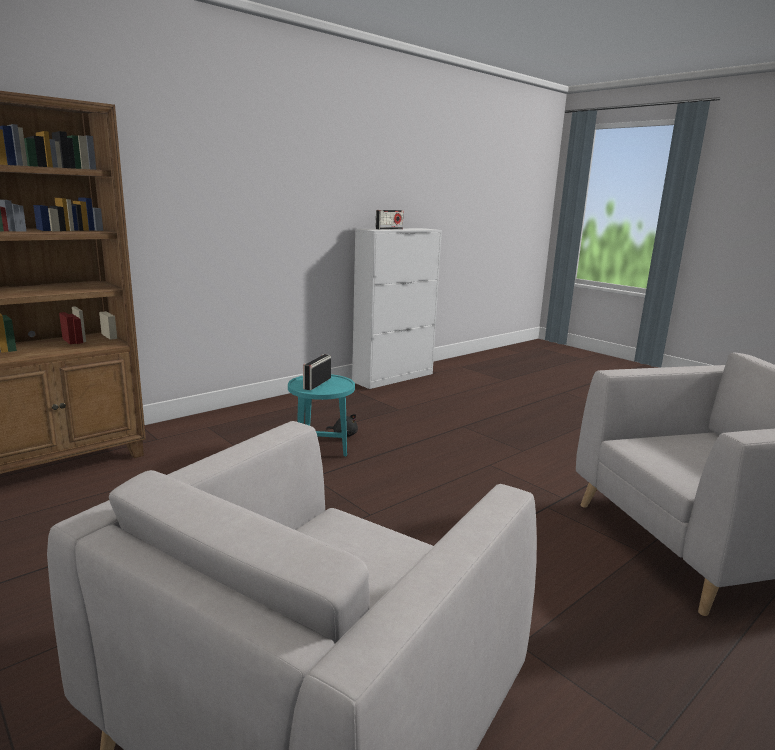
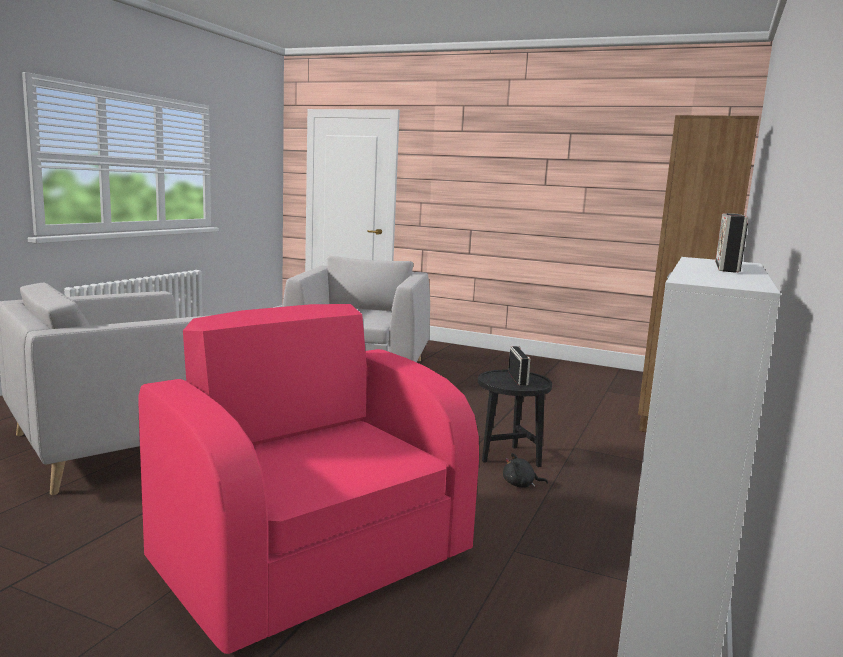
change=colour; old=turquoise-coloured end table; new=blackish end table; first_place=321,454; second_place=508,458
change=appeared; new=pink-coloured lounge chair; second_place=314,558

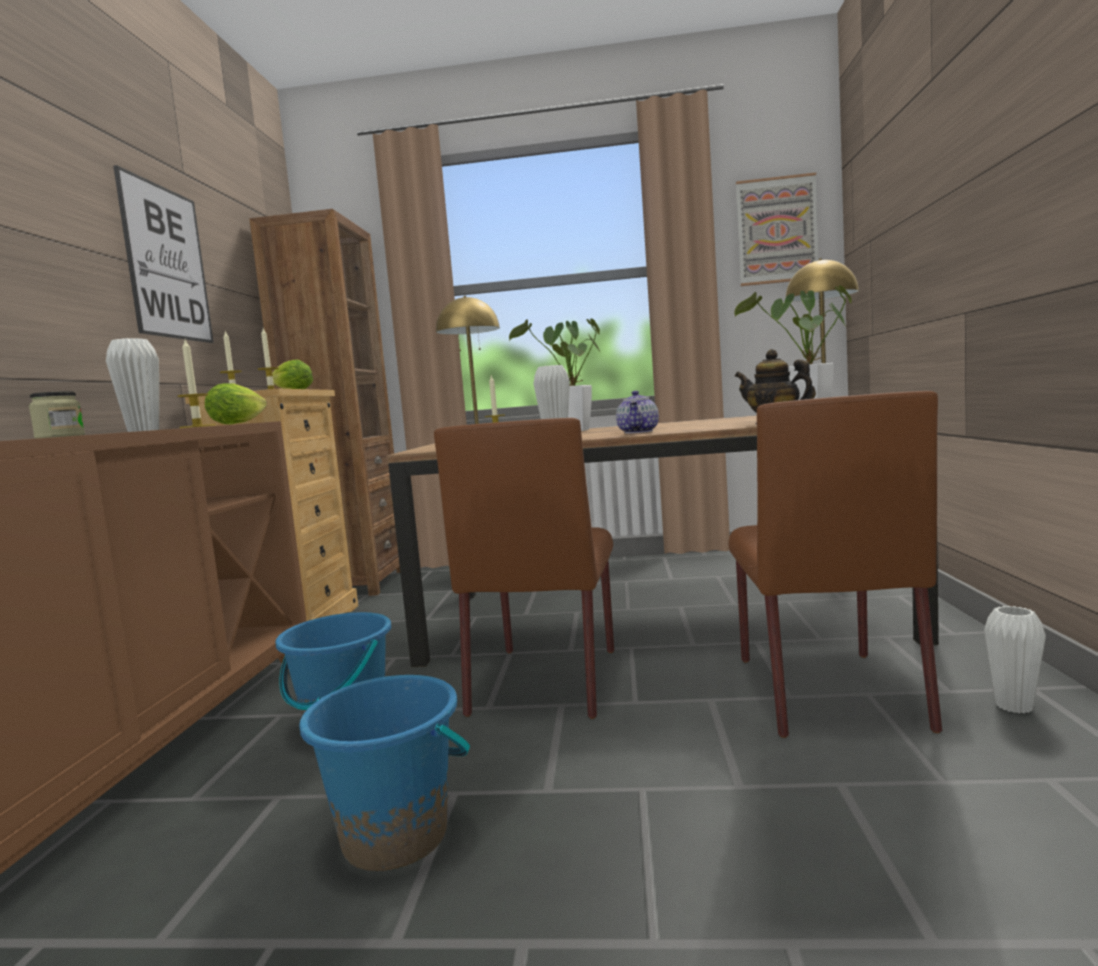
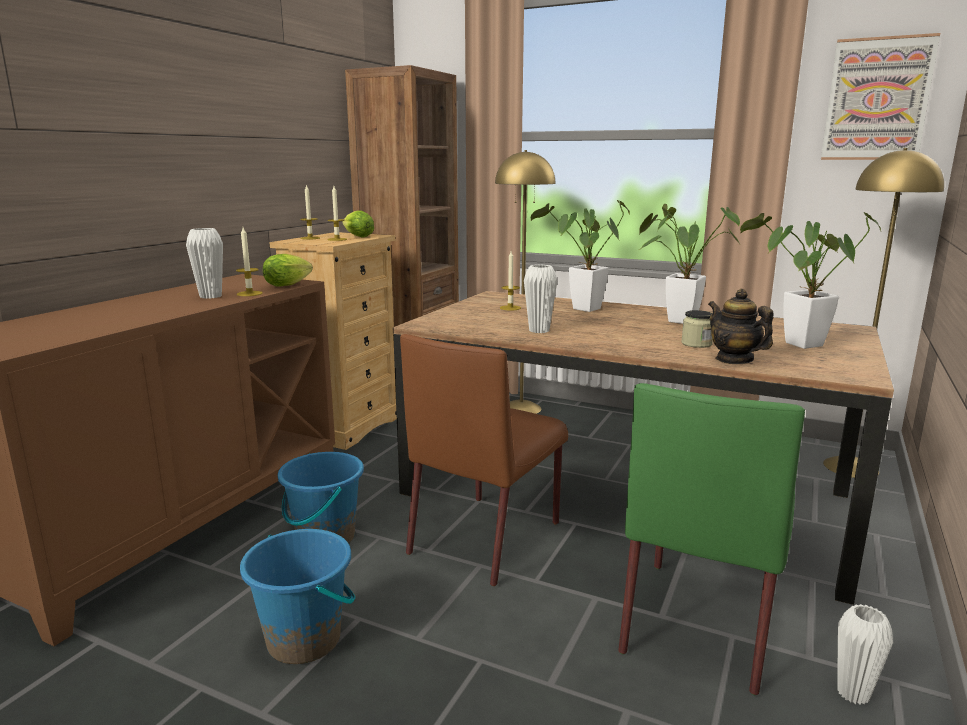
change=missing; old=wall picture; first_place=166,262
change=relocated; old=preserve jar; first_place=60,437; second_place=696,344
change=missing; old=pot for tea; first_place=639,432
change=colour; old=brownish chair; new=greenish chair; first_place=826,690; second_place=699,619
change=appeared; new=houseplant; second_place=675,320

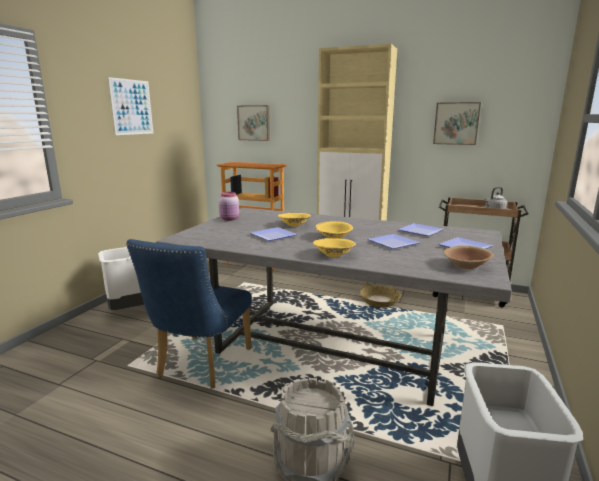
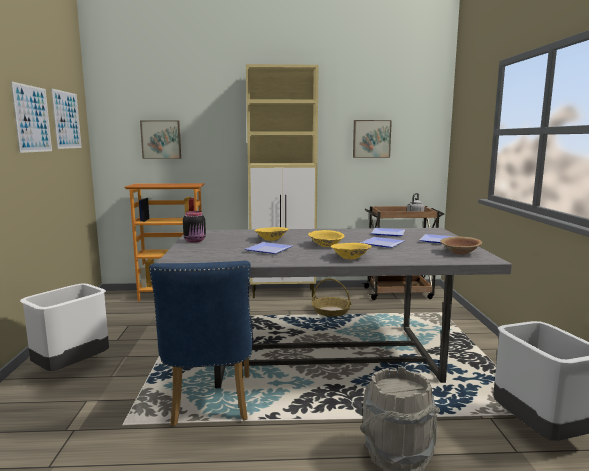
change=colour; old=pink-coloured preserve jar; new=blackish preserve jar; first_place=229,219; second_place=195,241
change=appeared; new=wall picture; second_place=66,120

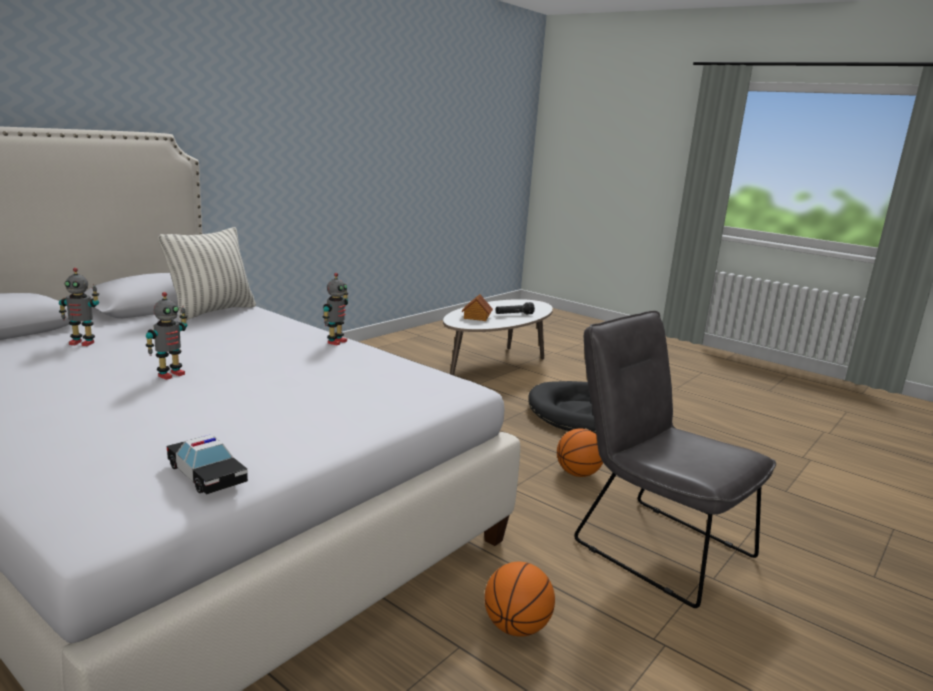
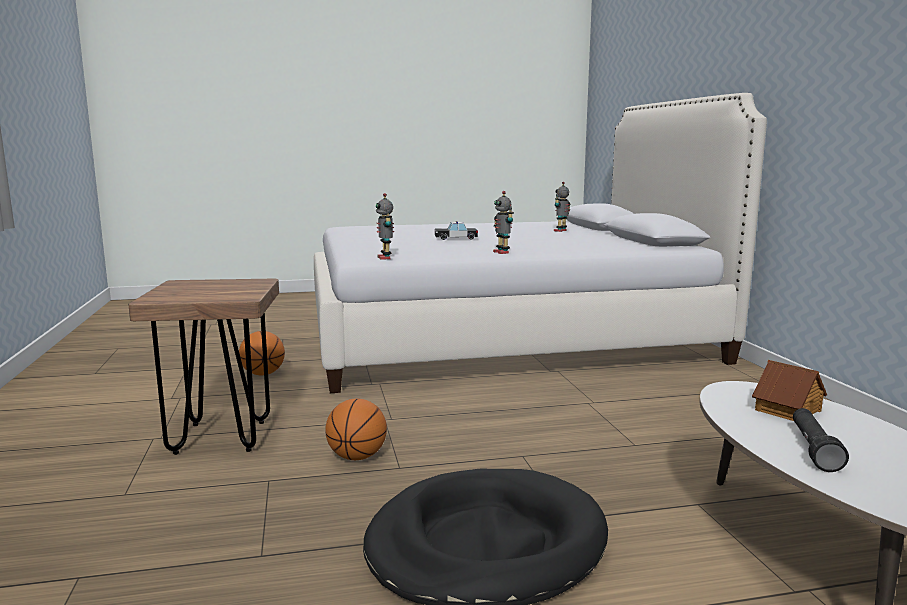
change=missing; old=pillow; first_place=212,311
change=relocated; old=robot figure; first_place=170,374; second_place=385,258
change=exchanged; old=gray chair; new=brownish stool seat; first_place=653,543; second_place=221,437
change=relocated; old=model car; first_place=206,474; second_place=456,238

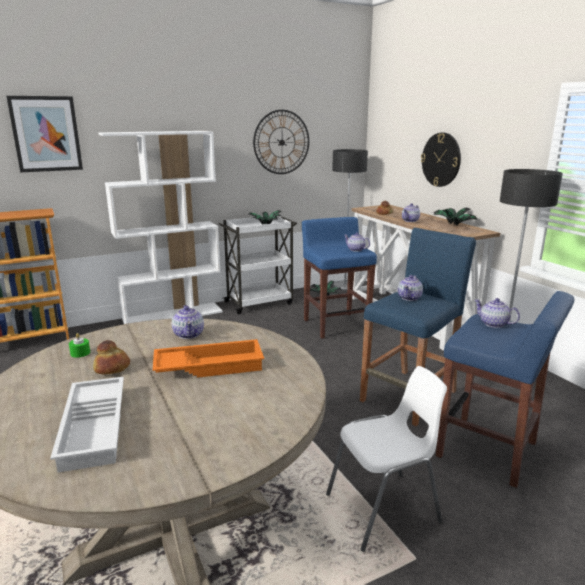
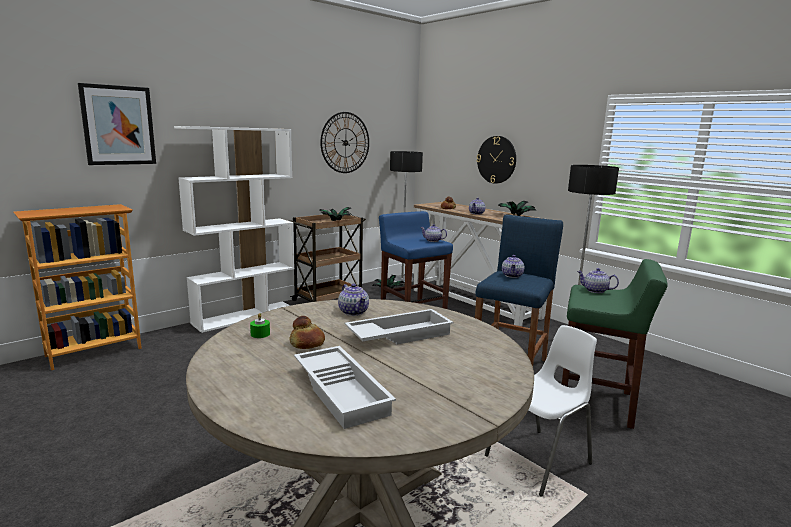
change=colour; old=white trolley; new=brownish trolley; first_place=260,302; second_place=328,299
change=colour; old=bluish stool seat; new=greenish stool seat; first_place=488,450; second_place=597,403
change=colour; old=orange-coloured tray; new=white tray; first_place=210,365; second_place=399,334

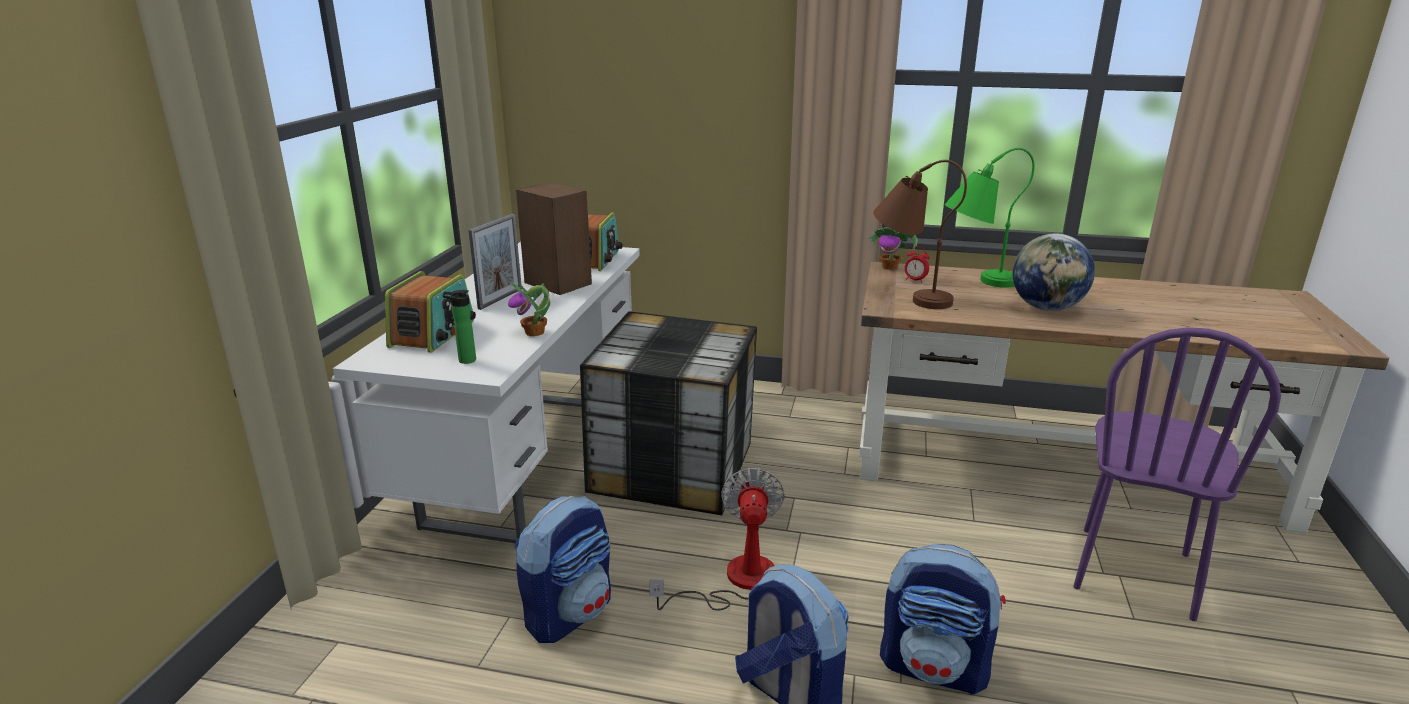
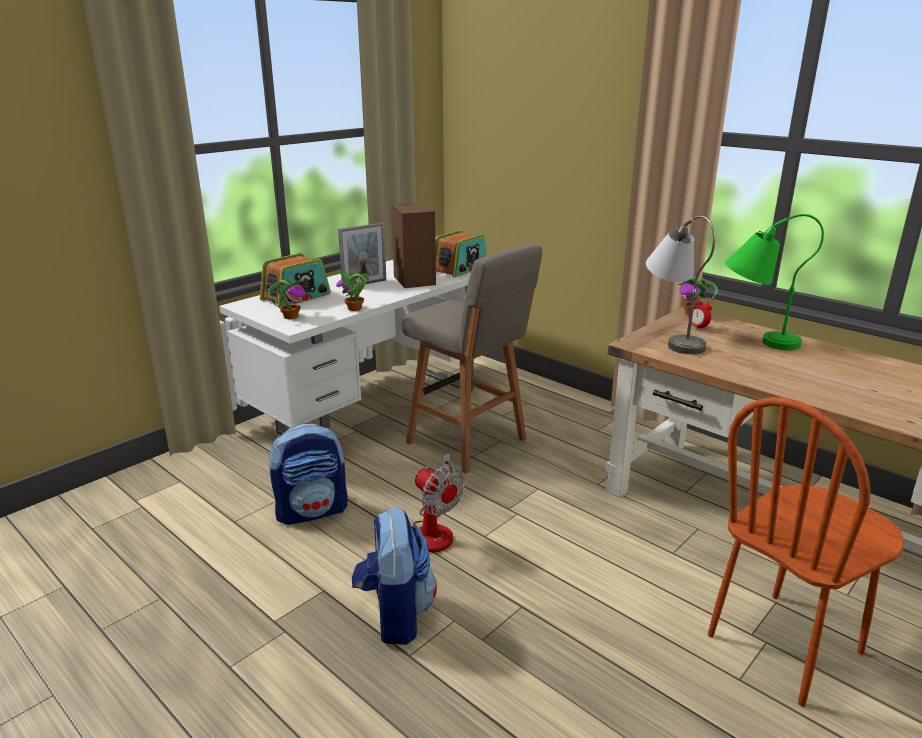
change=colour; old=brownish tabletop lamp; new=gray tabletop lamp; first_place=908,295; second_place=672,338
change=missing; old=world globe; first_place=1047,308
change=exchanged; old=drink bottle; new=houseplant; first_place=464,360; second_place=291,316
change=exchanged; old=storage container; new=gray stool seat; first_place=673,469; second_place=469,442
change=colour; old=purplish chair; new=brownish chair; first_place=1134,571; second_place=785,645
change=spun; old=electric fan; first_place=735,581; second_place=436,529; degrees=105
change=missing; old=knapsack; first_place=935,668

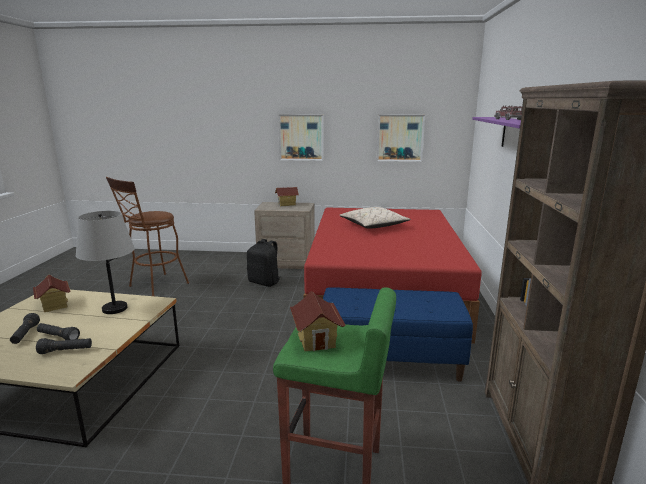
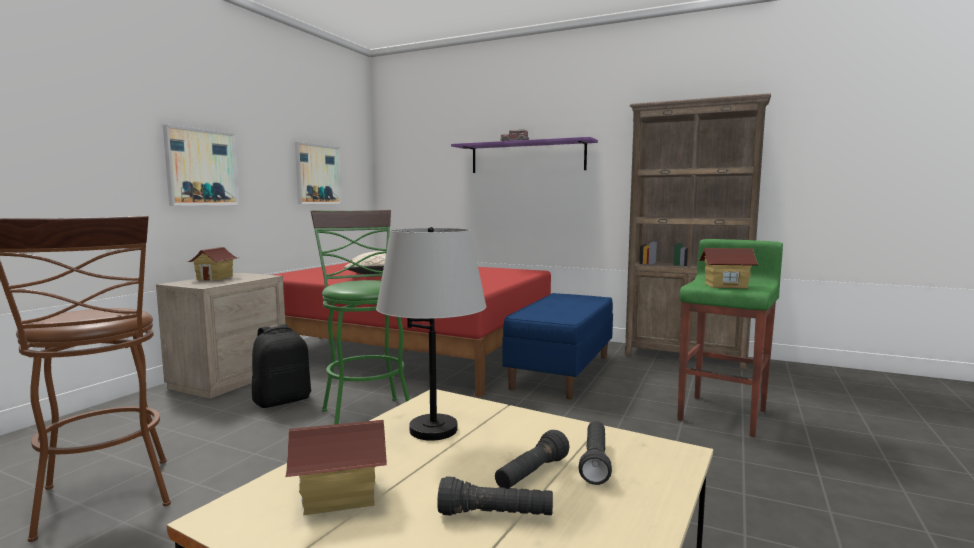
change=appeared; new=greenish stool seat; second_place=365,414

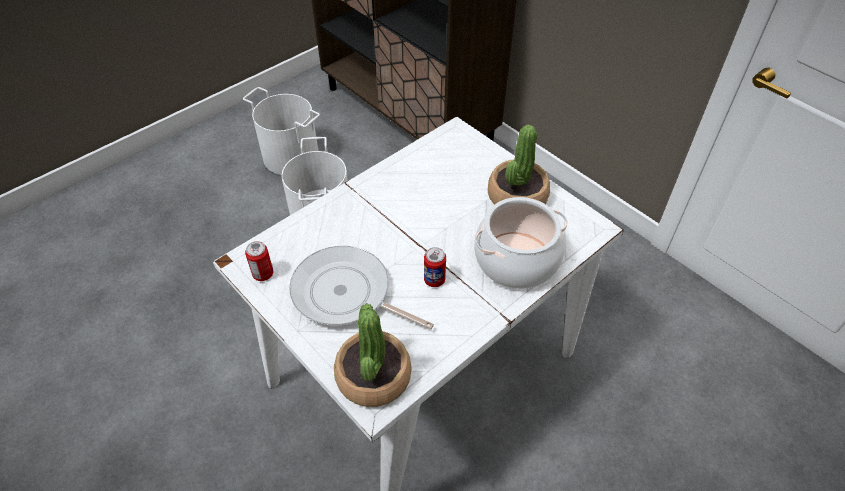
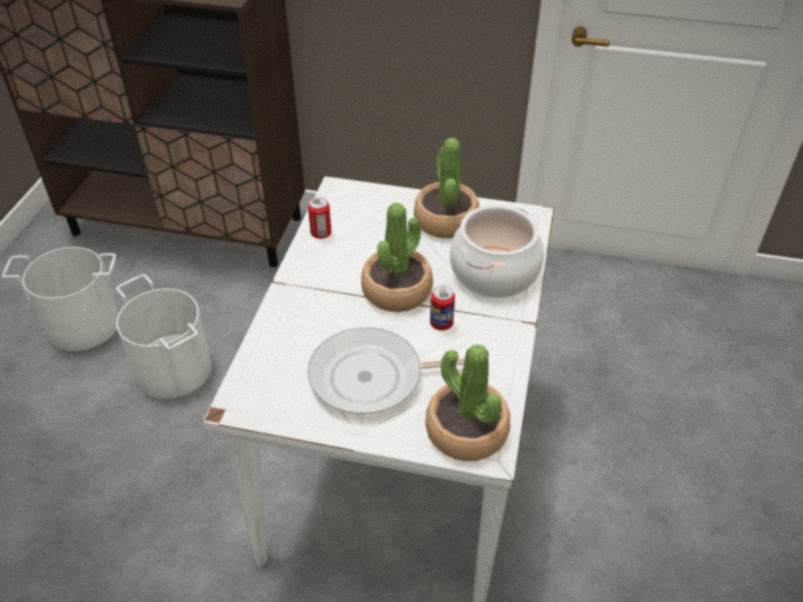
change=relocated; old=sealed can; first_place=263,274; second_place=321,233
change=appeared; new=houseplant; second_place=397,291

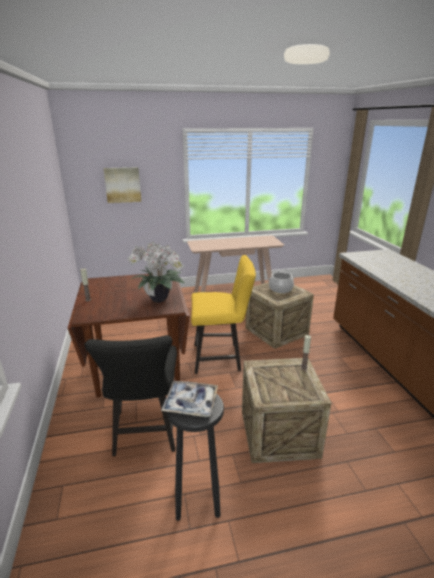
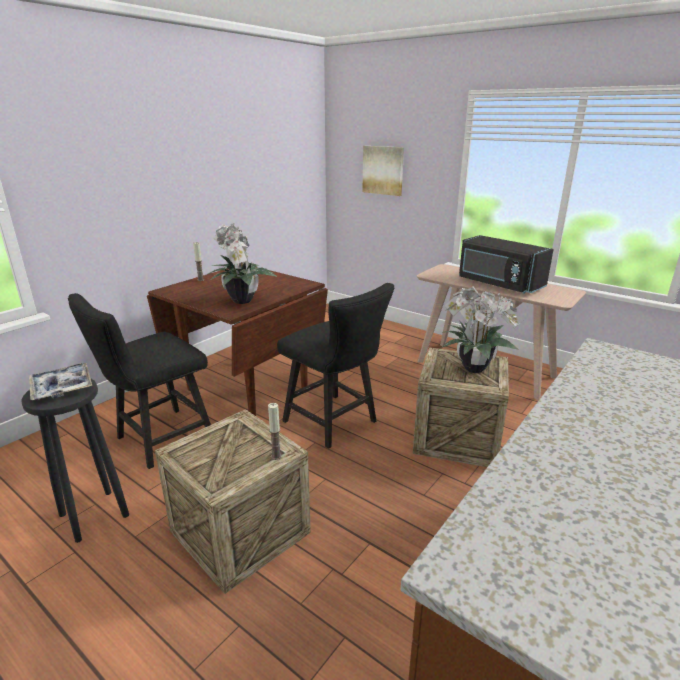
change=colour; old=yellow-coloured chair; new=blackish chair; first_place=221,357; second_place=335,423
change=exchanged; old=stockpot; new=houseplant; first_place=280,289; second_place=472,367
change=appeared; new=blackish microwave; second_place=498,284

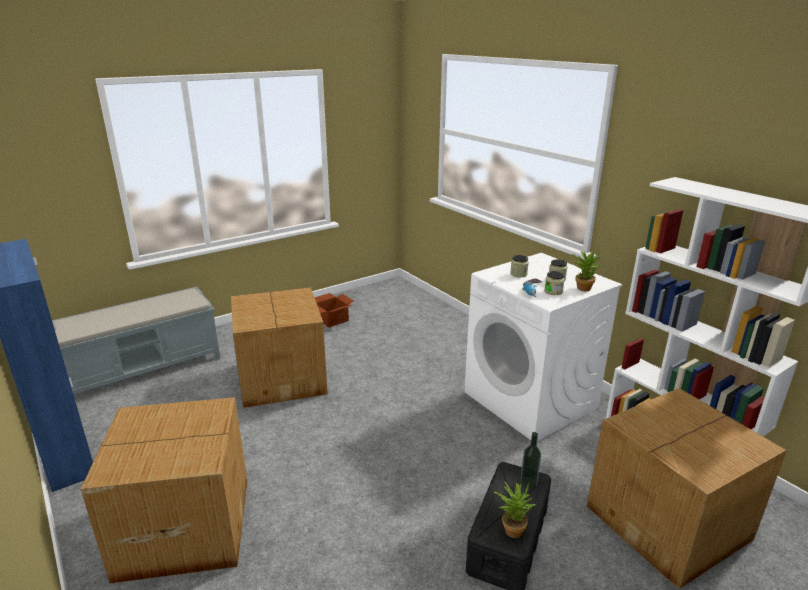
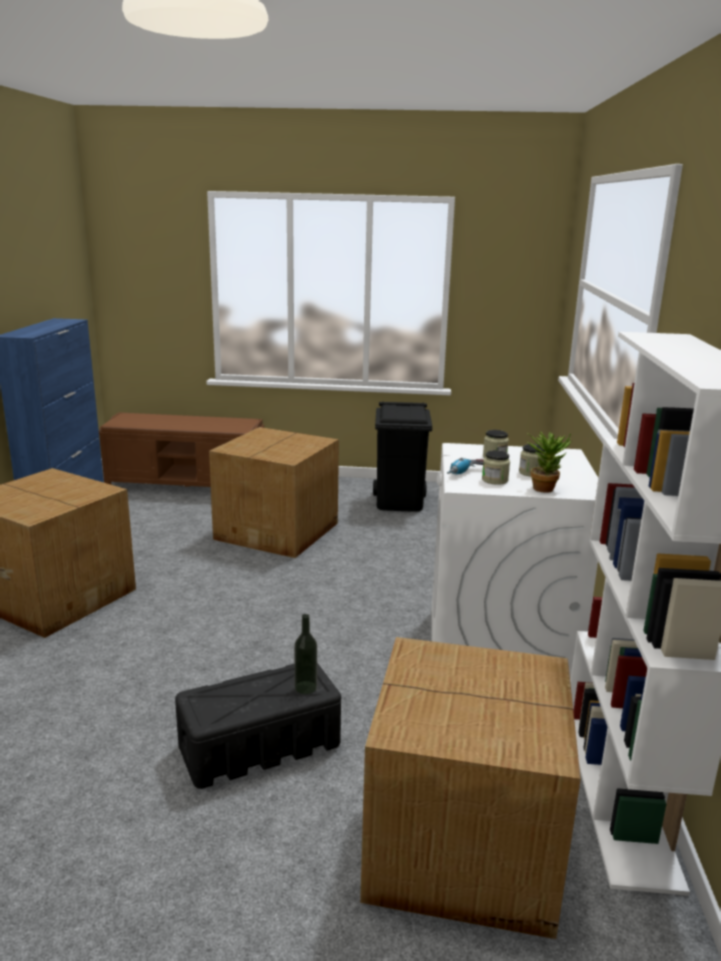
change=colour; old=gray bench; new=brownish bench; first_place=143,369; second_place=187,485
change=exchanged; old=packing box; new=blackish waste bin; first_place=332,319; second_place=399,502
change=missing; old=houseplant; first_place=511,528

